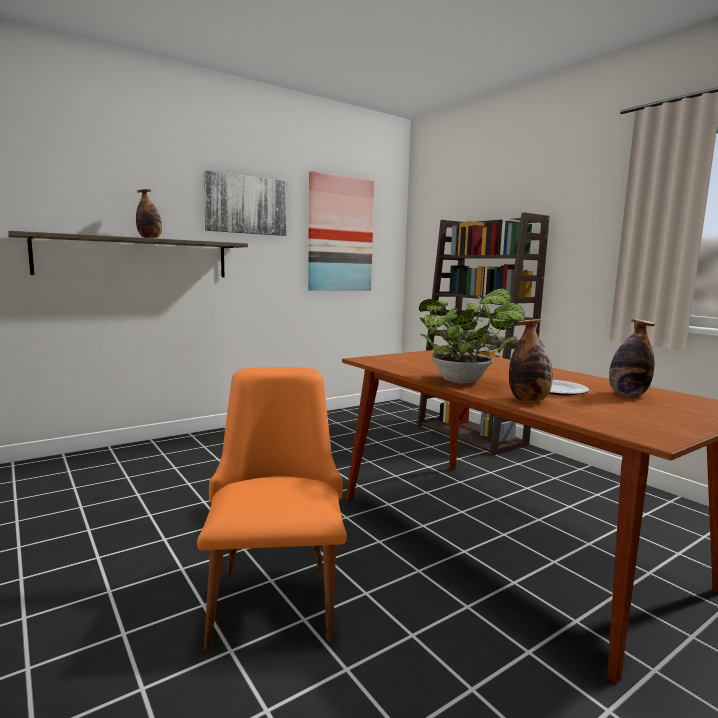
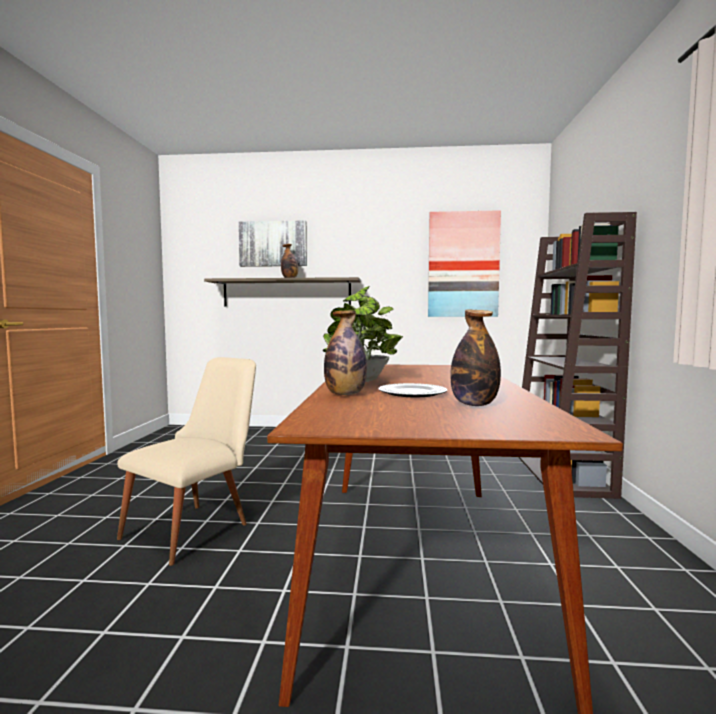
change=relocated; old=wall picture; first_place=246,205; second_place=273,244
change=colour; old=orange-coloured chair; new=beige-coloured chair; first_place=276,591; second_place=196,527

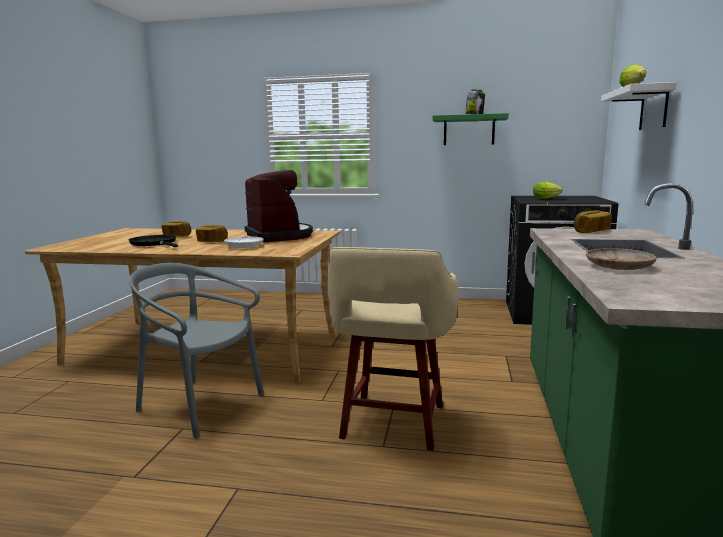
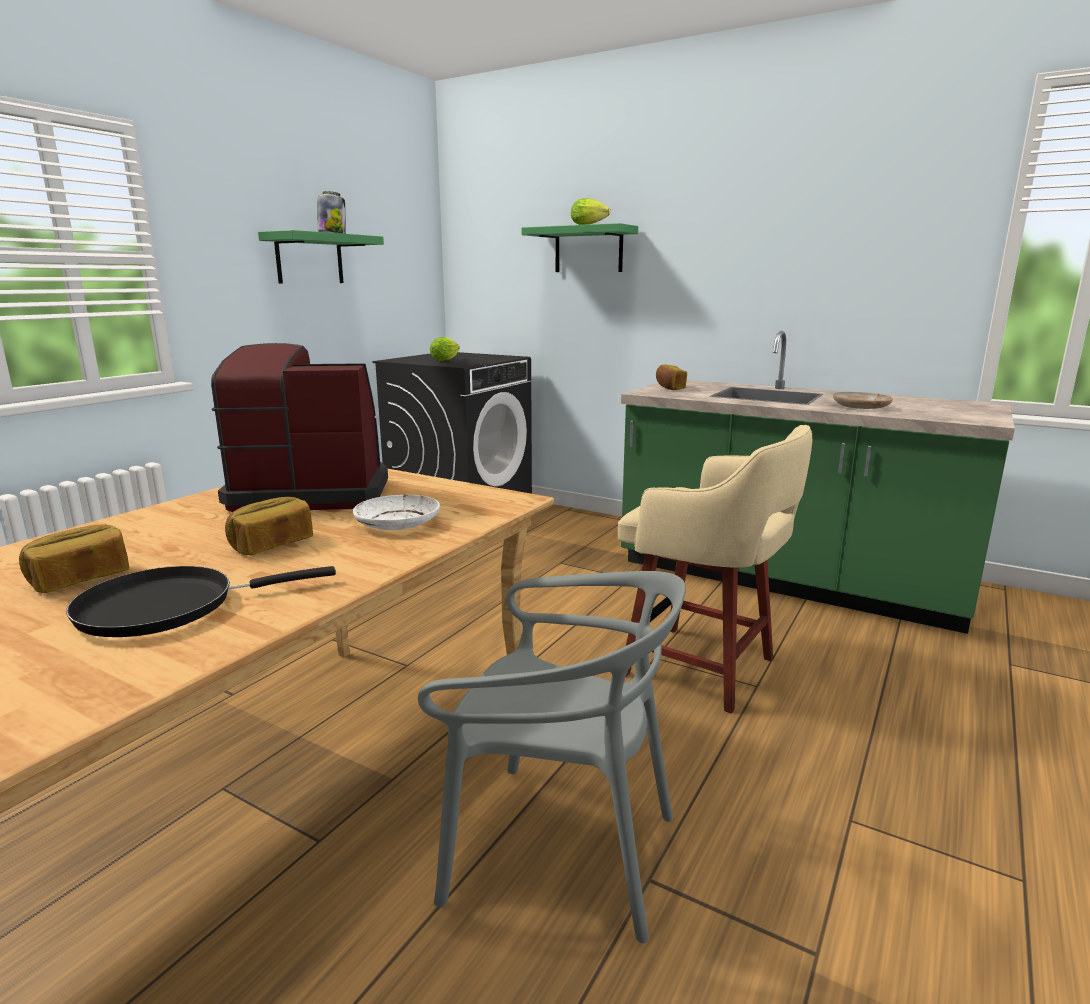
change=colour; old=white wall shelf; new=greenish wall shelf; first_place=654,108; second_place=588,250
change=spun; old=gray chair; first_place=199,405; second_place=560,850; degrees=-120

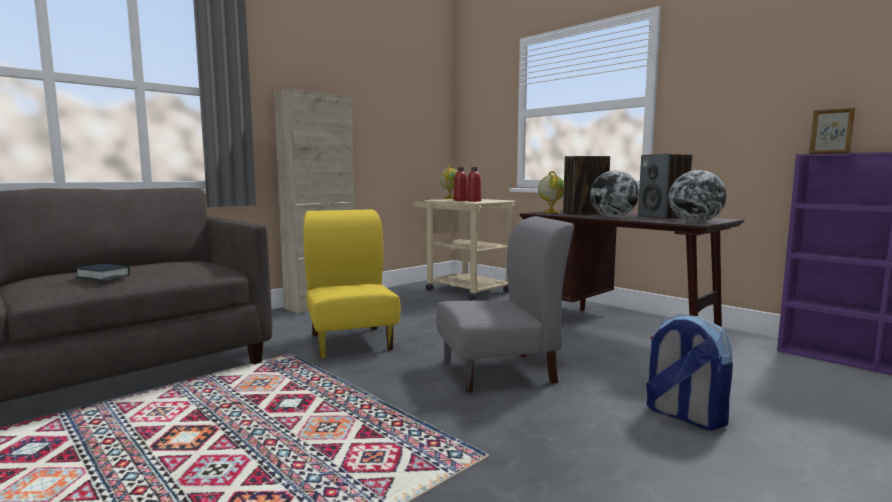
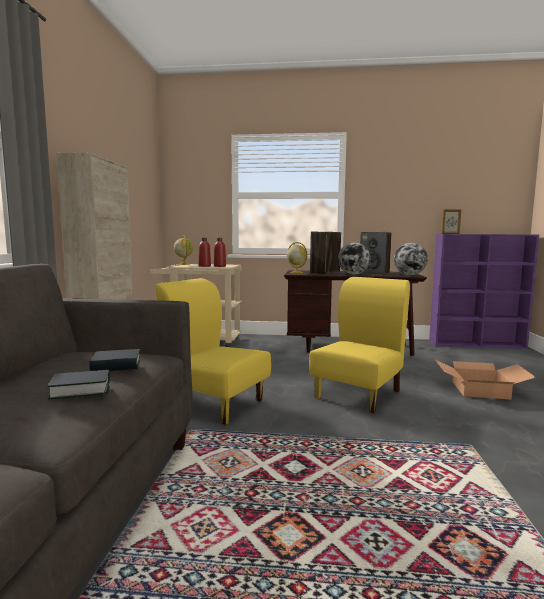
change=colour; old=gray chair; new=yellow-coloured chair; first_place=499,371; second_place=359,394
change=exchanged; old=knapsack; new=packing box; first_place=683,416; second_place=479,390
change=appeared; new=bound book; second_place=116,366

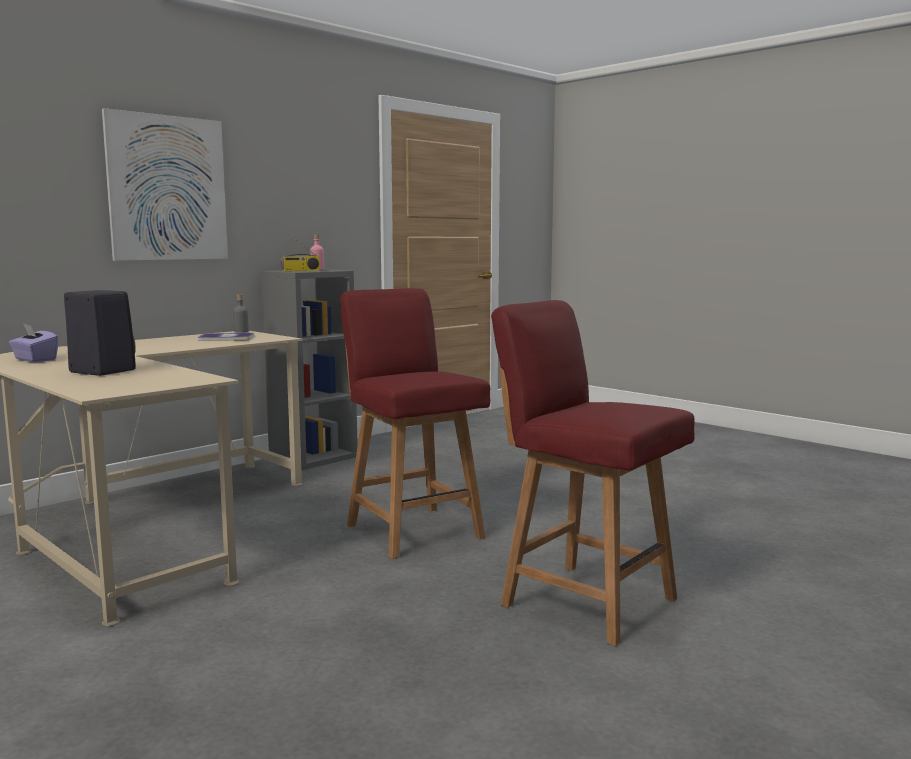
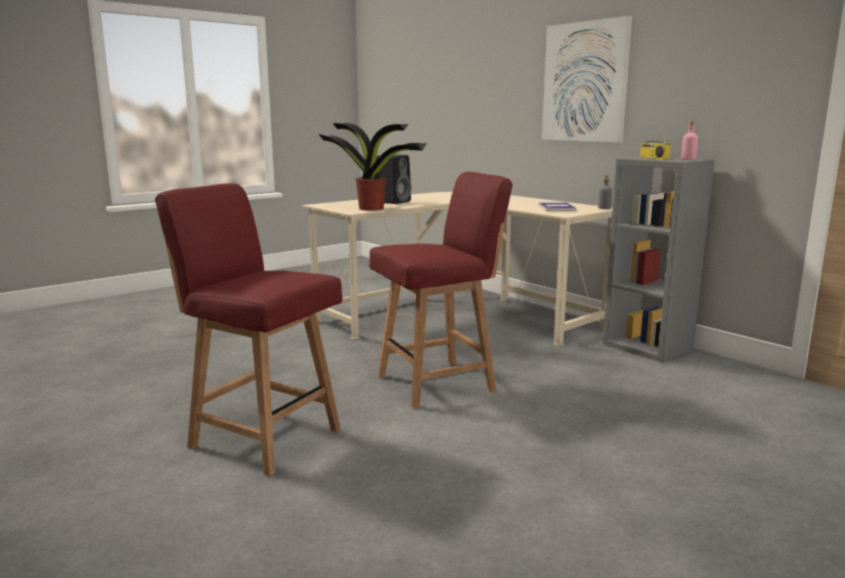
change=spun; old=reddish chair; first_place=585,600; second_place=263,437; degrees=-105
change=missing; old=purplish tissue holder; first_place=35,360
change=appeared; new=houseplant; second_place=372,209

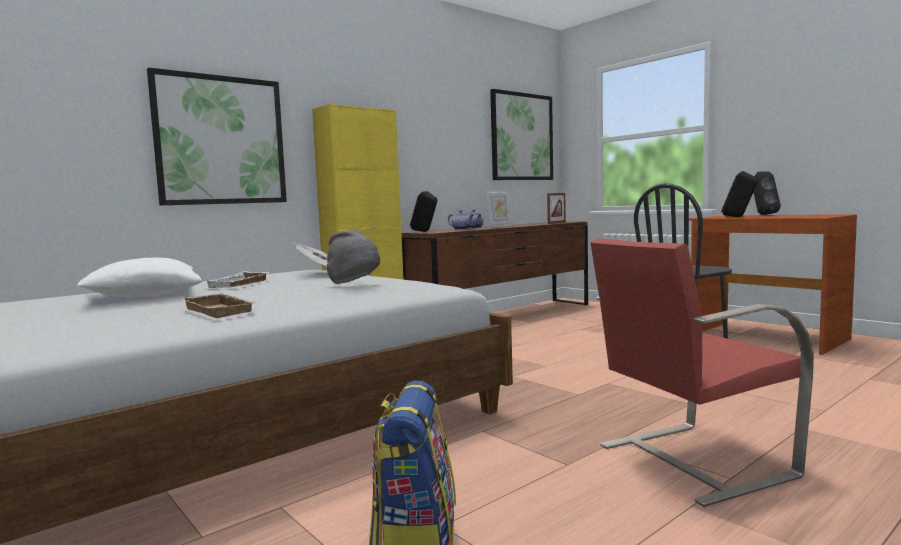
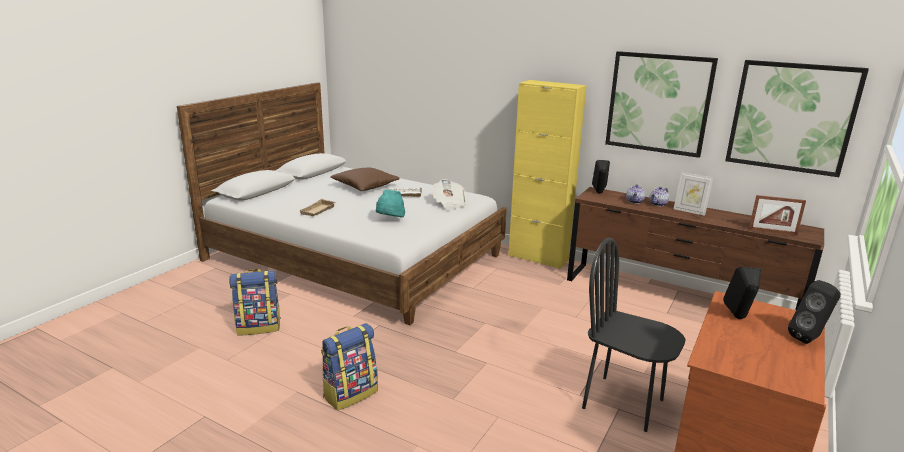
change=relocated; old=wall picture; first_place=221,140; second_place=658,103
change=colour; old=gray wearable hat; new=turquoise-coloured wearable hat; first_place=354,284; second_place=390,220
change=exchanged; old=reddish chair; new=knapsack; first_place=690,460; second_place=350,393
change=colour; old=white pillow; new=brownish pillow; first_place=143,296; second_place=365,187

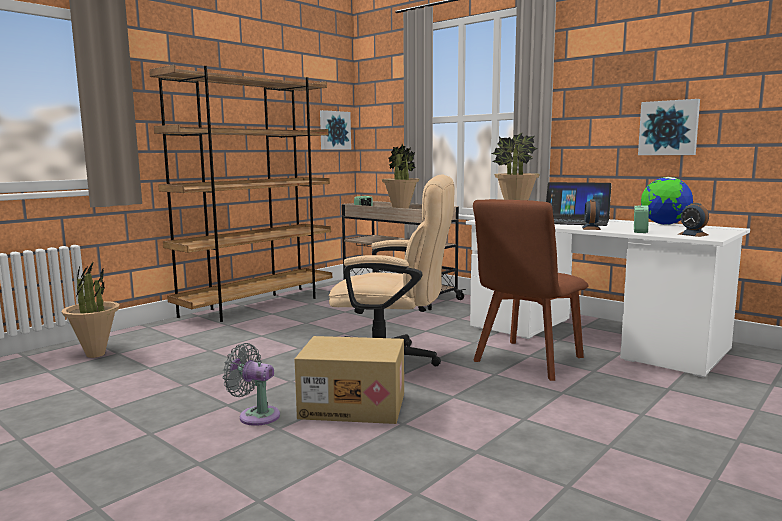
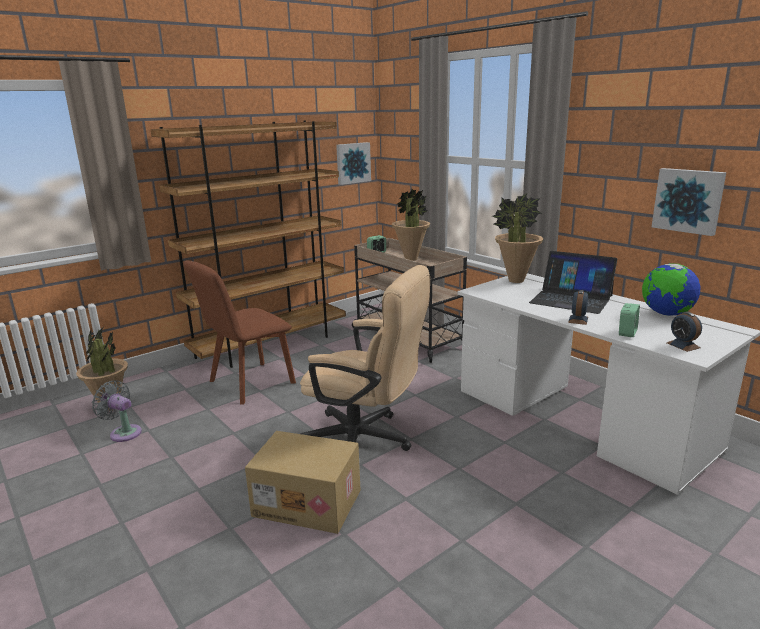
change=relocated; old=brownish chair; first_place=526,361; second_place=248,384
change=relocated; old=gray electric fan; first_place=255,415; second_place=123,432

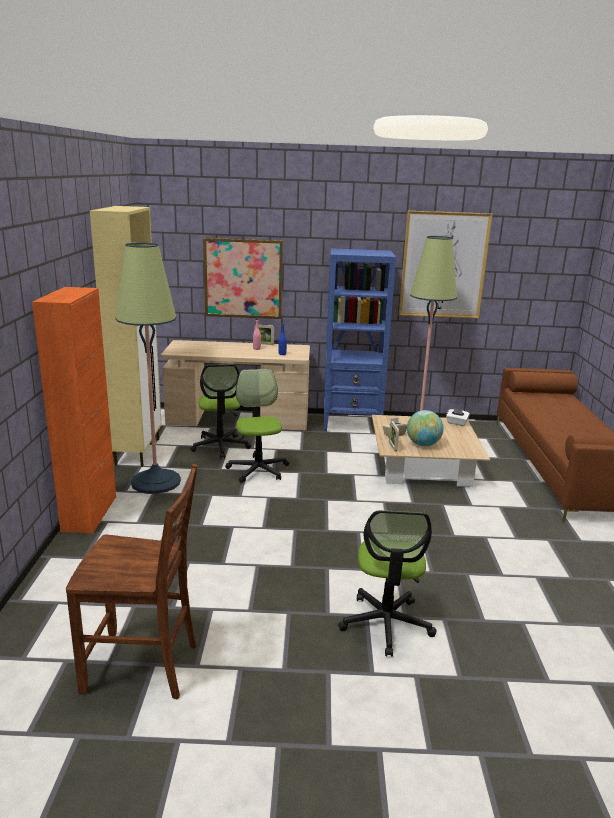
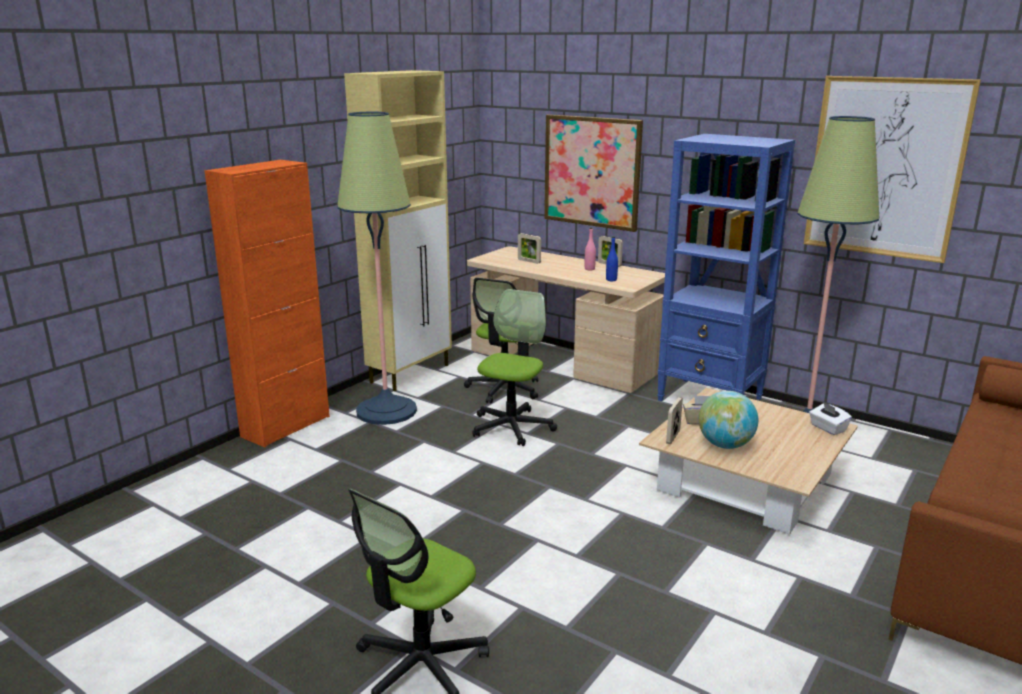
change=missing; old=brownish chair; first_place=143,667
change=appeared; new=picture frame; second_place=529,261

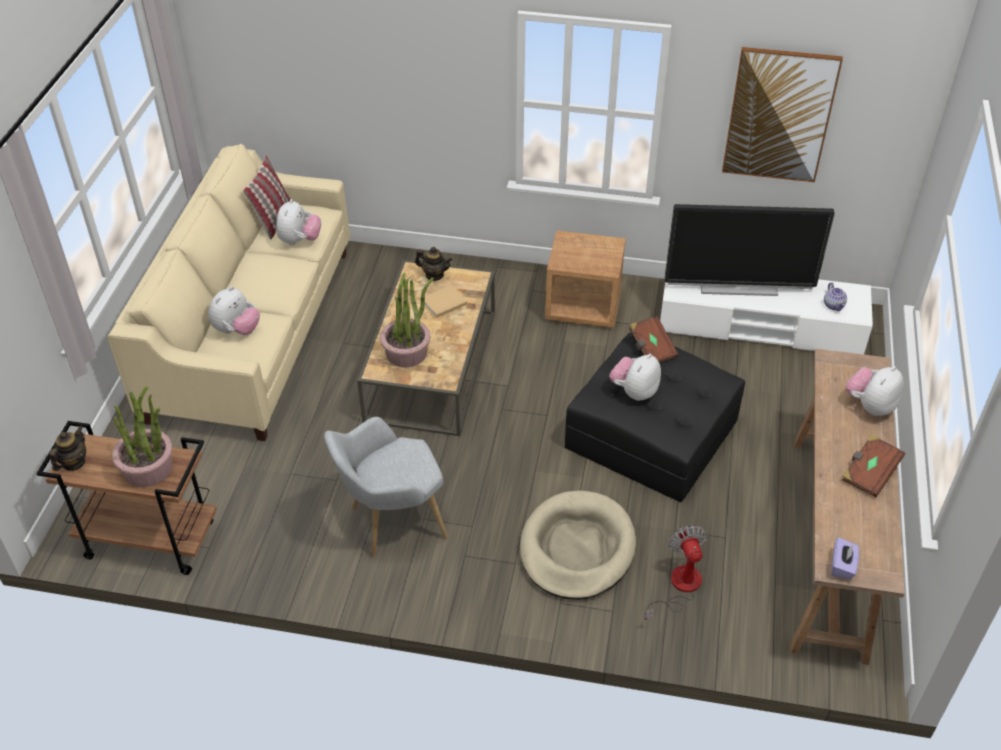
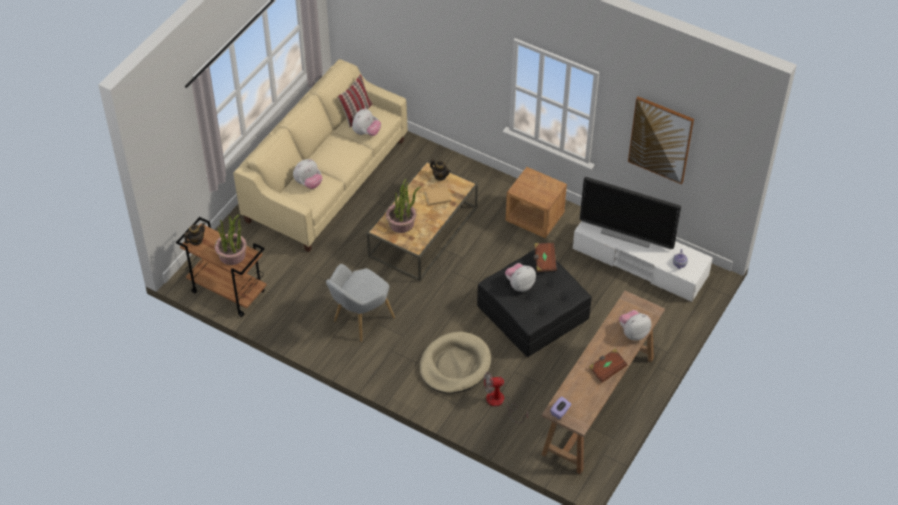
change=spun; old=gray lounge chair; first_place=391,523; second_place=359,320; degrees=-45
change=spun; old=electric fan; first_place=679,587; second_place=500,403; degrees=-105

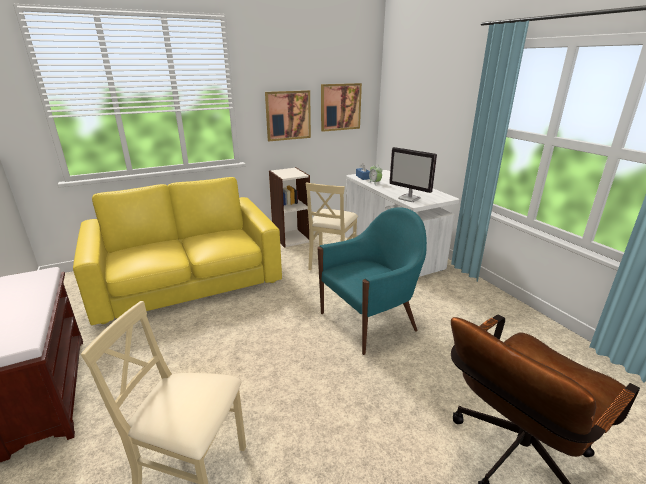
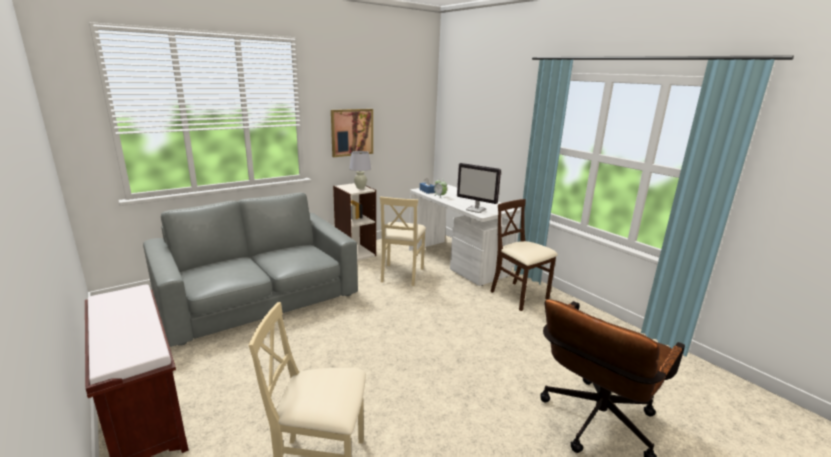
change=missing; old=wall picture; first_place=340,107
change=colour; old=yellow-coloured sofa; new=gray sofa; first_place=187,279; second_place=258,297
change=missing; old=turquoise-coloured lounge chair; first_place=369,321
change=appeared; new=white tabletop lamp; second_place=360,188
change=appeared; new=beige-coloured chair; second_place=519,296

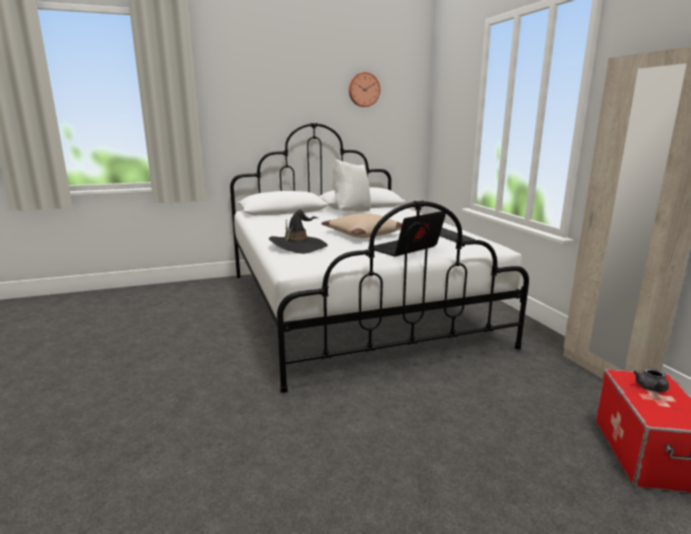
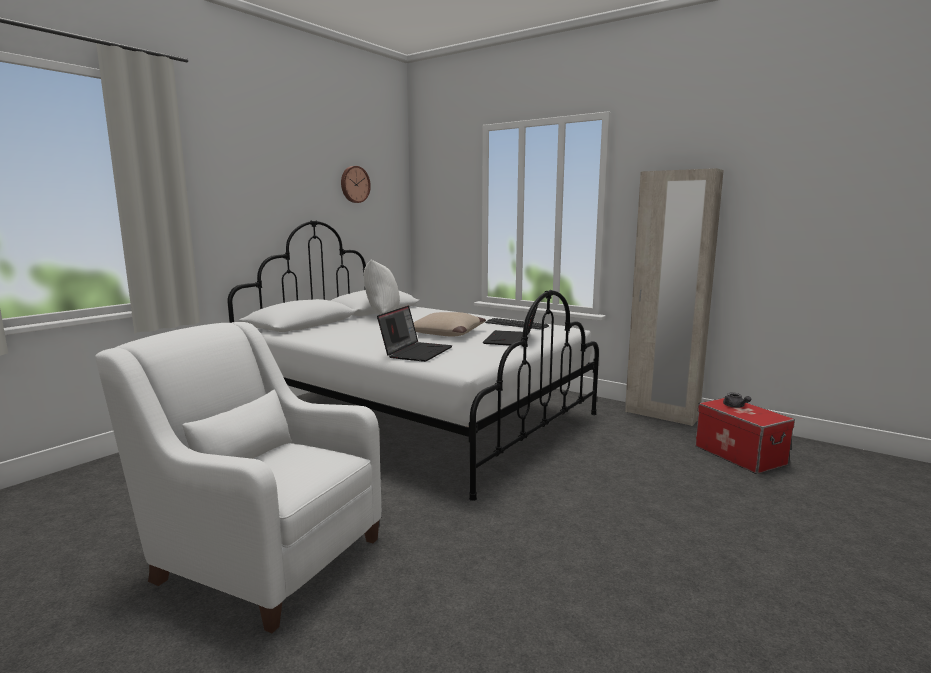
change=exchanged; old=blackish wearable hat; new=portable computer; first_place=298,246; second_place=416,352
change=appeared; new=white lounge chair; second_place=262,555

